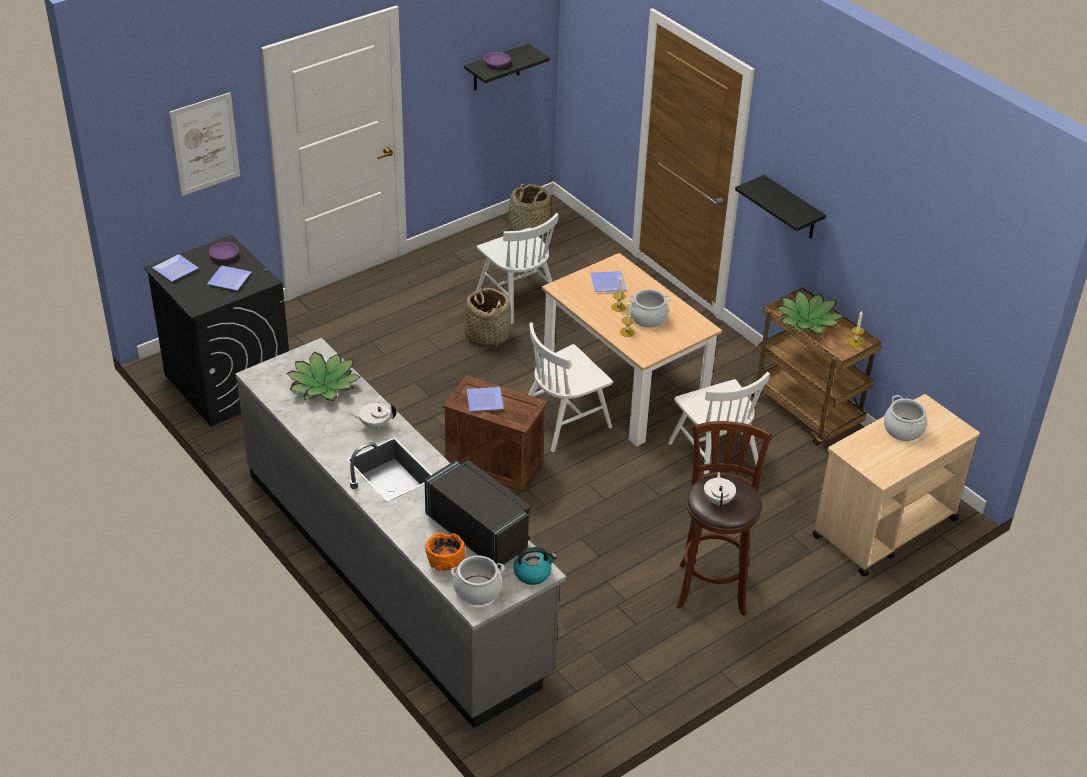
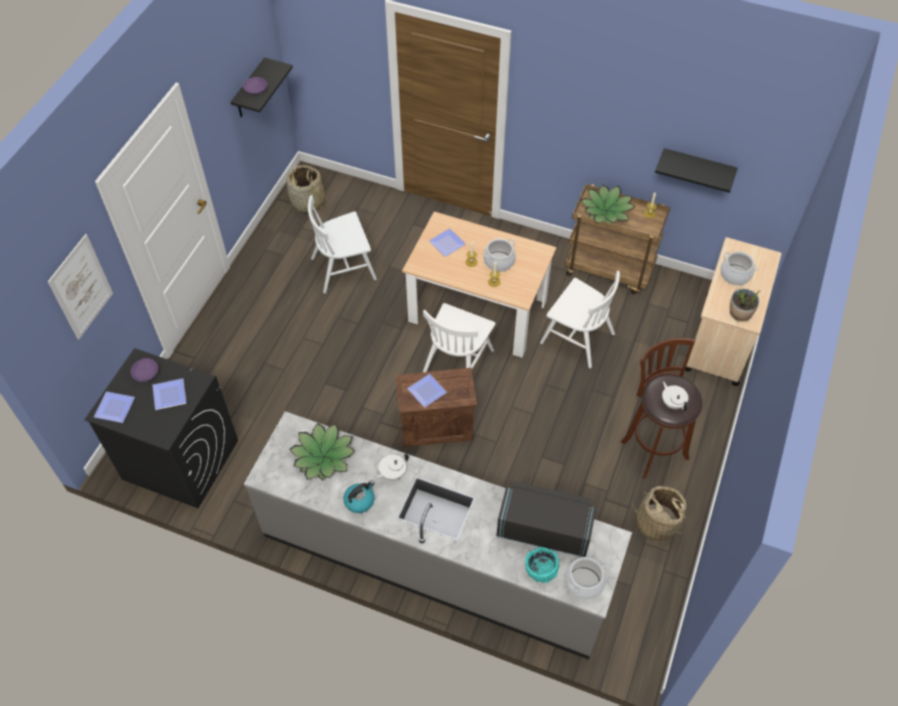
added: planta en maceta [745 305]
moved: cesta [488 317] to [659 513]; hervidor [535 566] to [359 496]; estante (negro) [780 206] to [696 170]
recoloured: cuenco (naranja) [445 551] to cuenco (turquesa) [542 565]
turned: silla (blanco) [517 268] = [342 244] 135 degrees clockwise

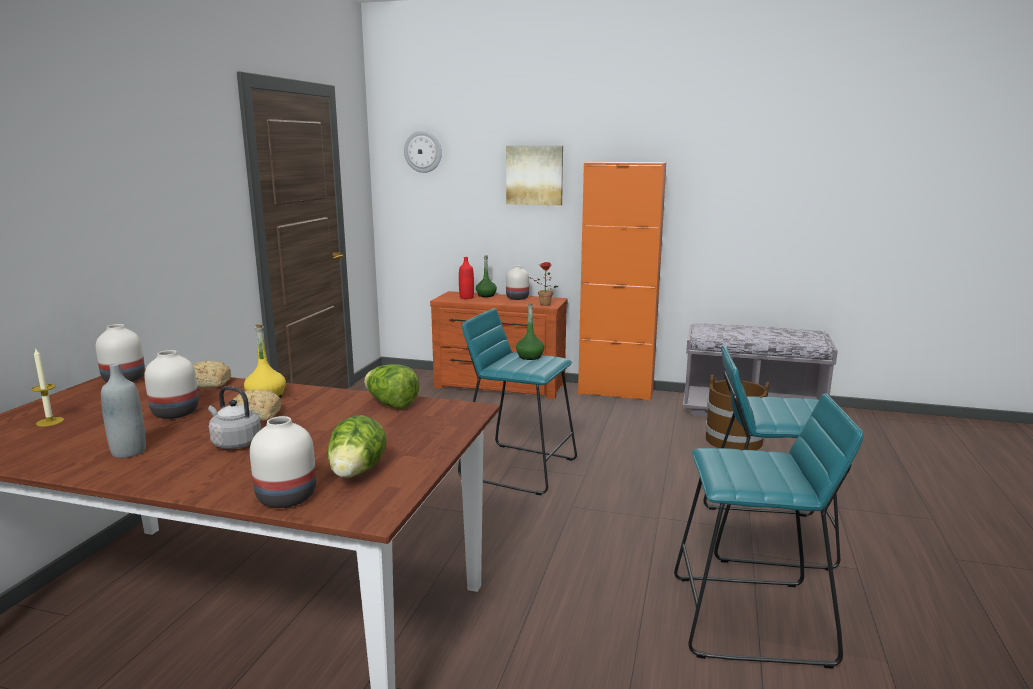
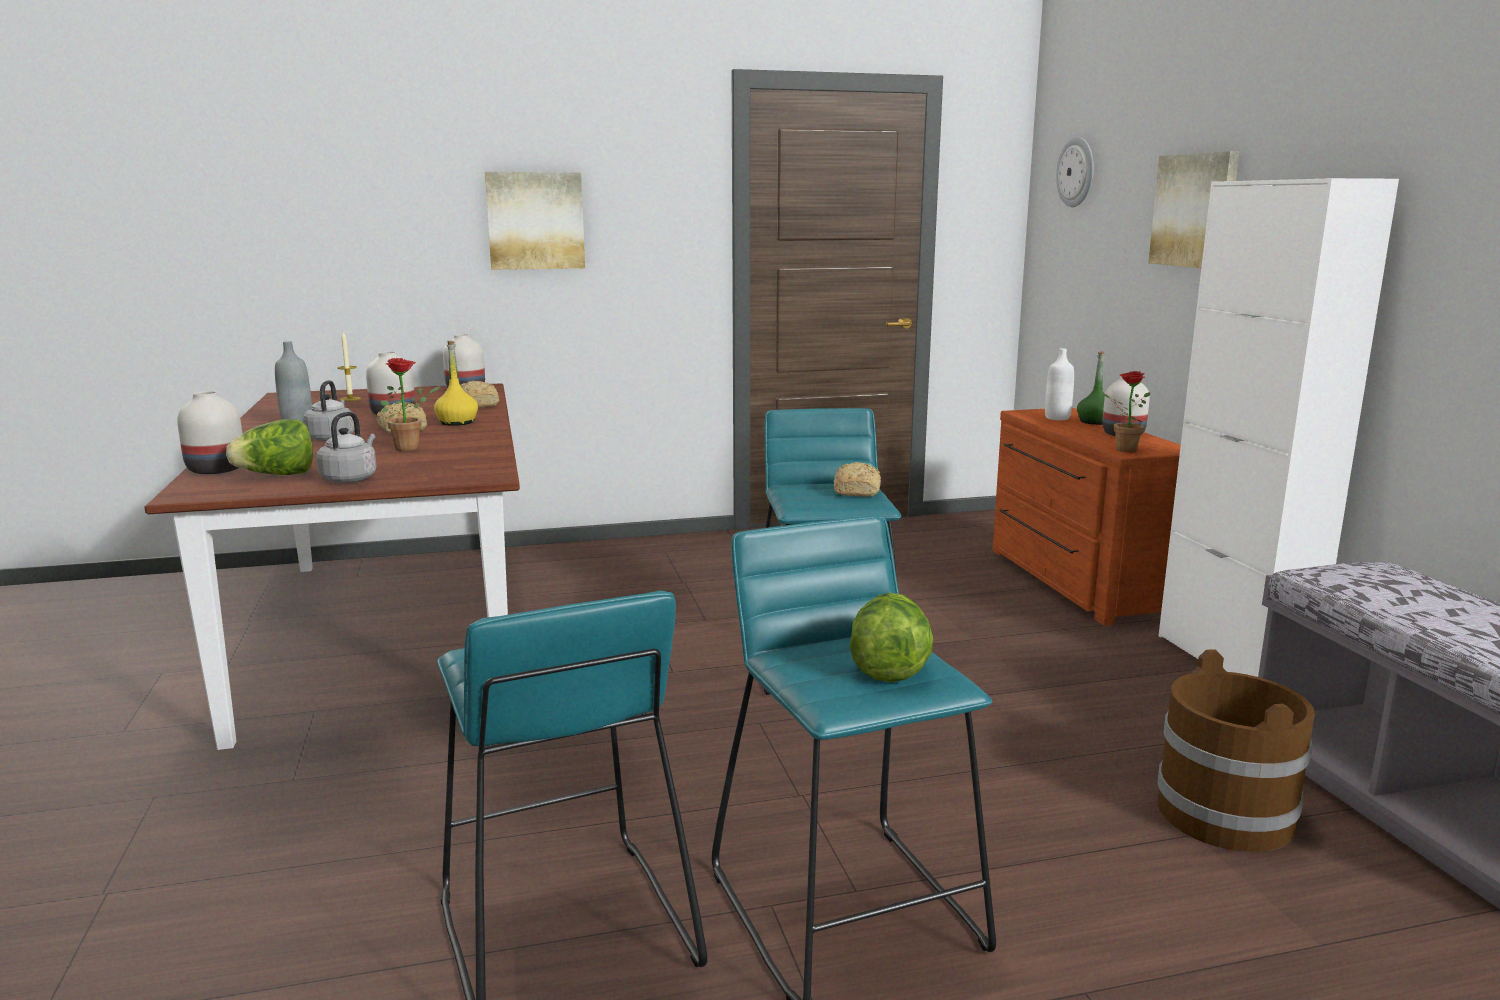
added: hervidor (gris) [346 447]; planta en maceta [411 404]; cuadro [535 221]
moved: lechuga [391 387] to [891 637]
replaced: botella (verde) [530 332] to pan [857 479]
recoloured: botella (rojo) [466 278] to botella (blanco) [1059 384]; armario (naranja) [622 281] to armario (blanco) [1279 427]

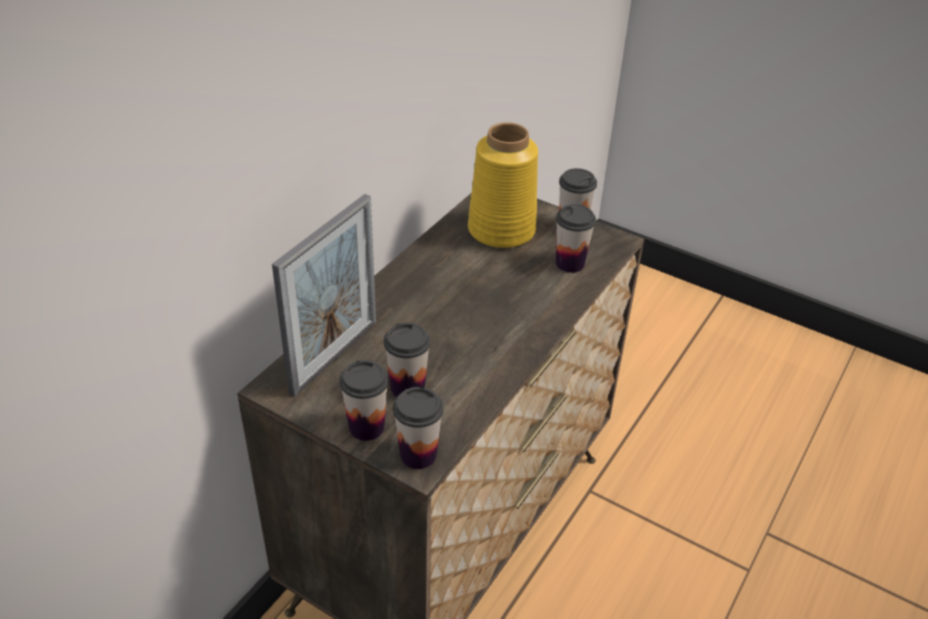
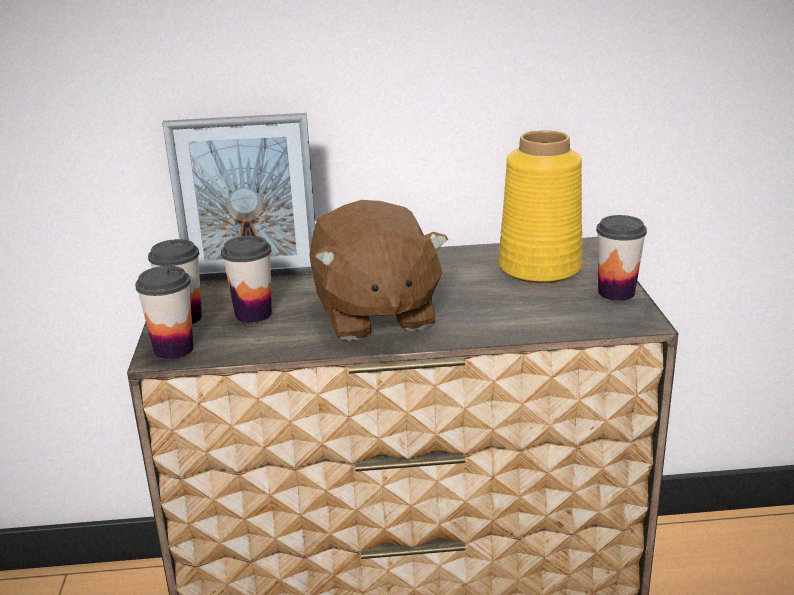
removed: taza [576 238]
added: peluche (marrón) [378 270]

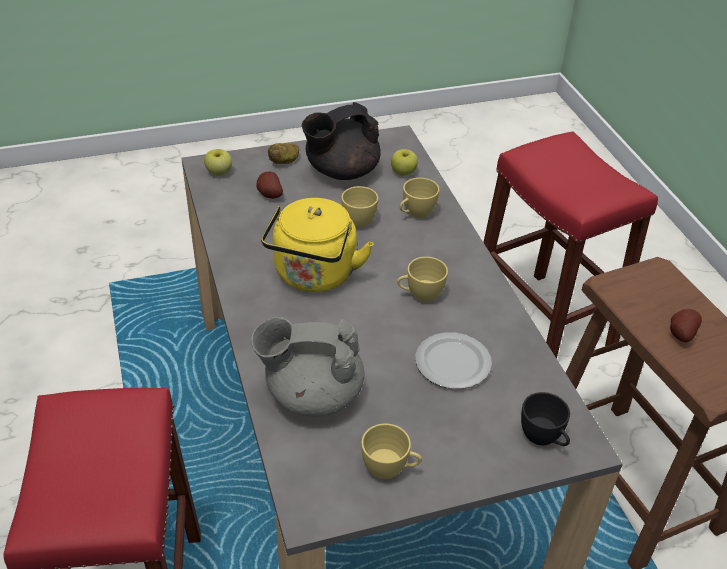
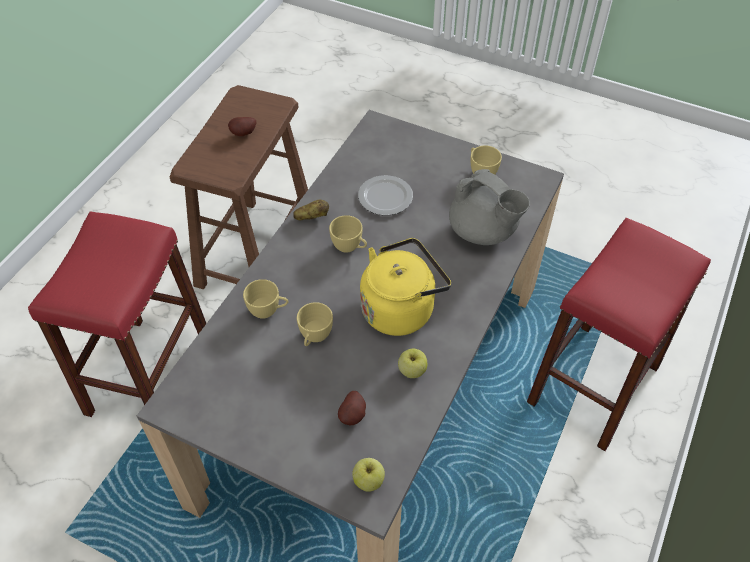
removed: tetera (negro) [341 141]; taza (negro) [545 419]
moved: patata [283 153] to [311 210]; manzana [404 162] to [412 363]

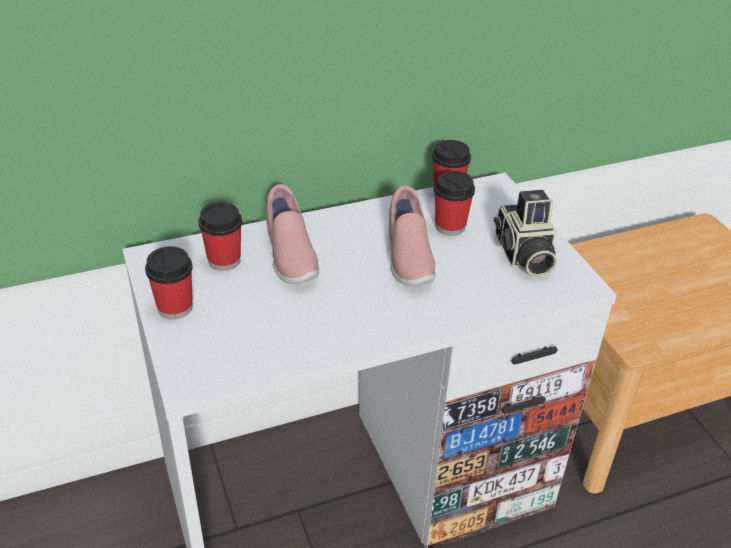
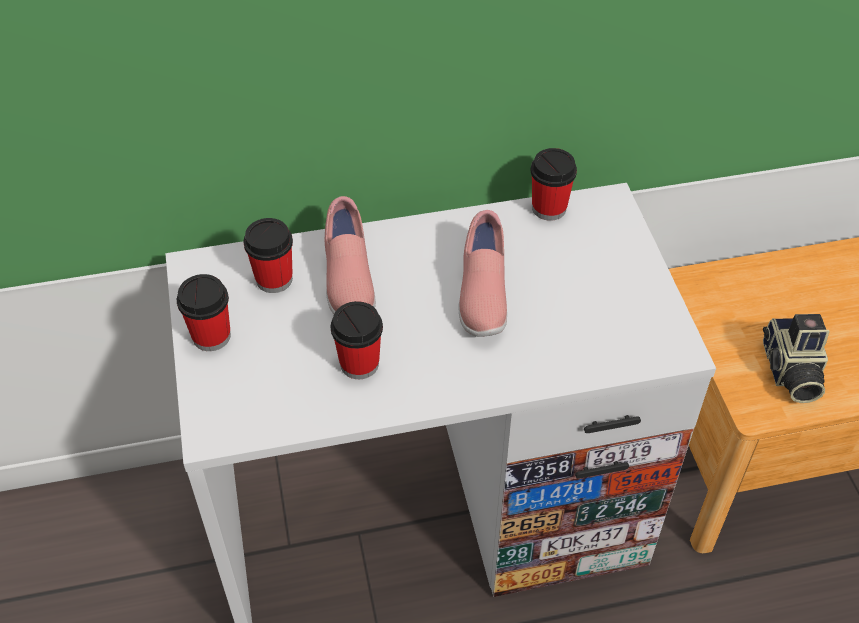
moved: taza [454 203] to [357 340]; cámara [525 233] to [796 358]

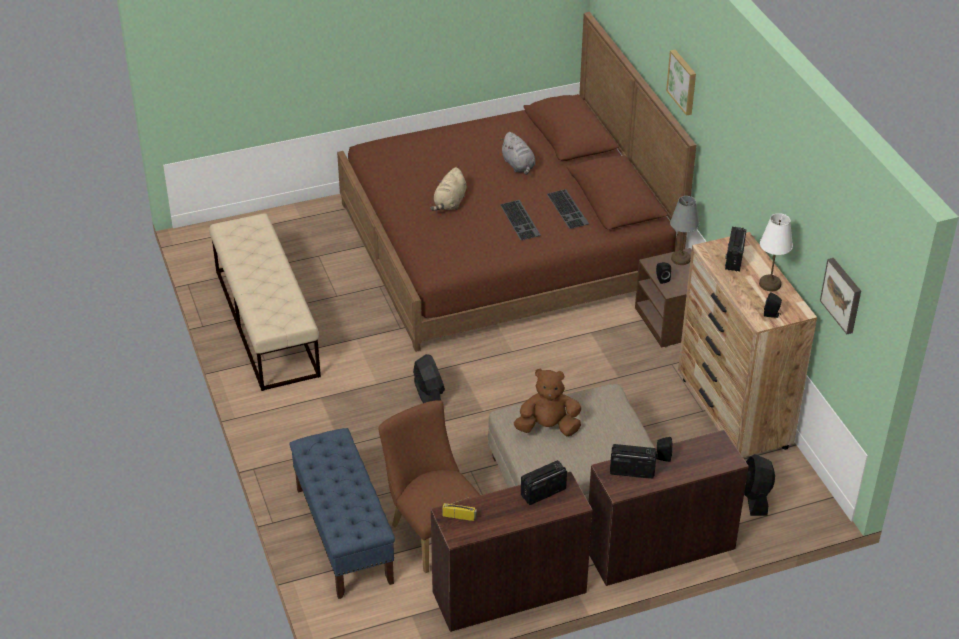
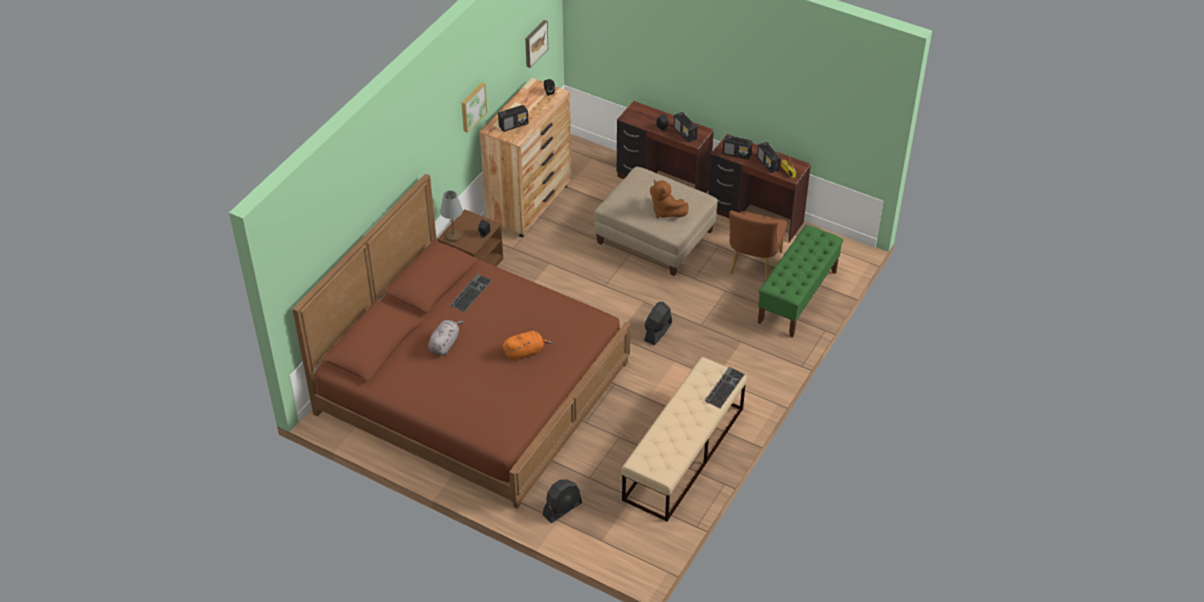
removed: lámpara de mesa (blanco) [776 252]
added: radio [769 157]
moved: teclado [520 220] to [725 388]; cuadro [681 83] to [474 108]; ventilador (negro) [759 485] to [562 501]
recoloured: banco (azul) [342 513] to banco (verde) [800 281]; peluche (beis) [448 189] to peluche (naranja) [528 346]

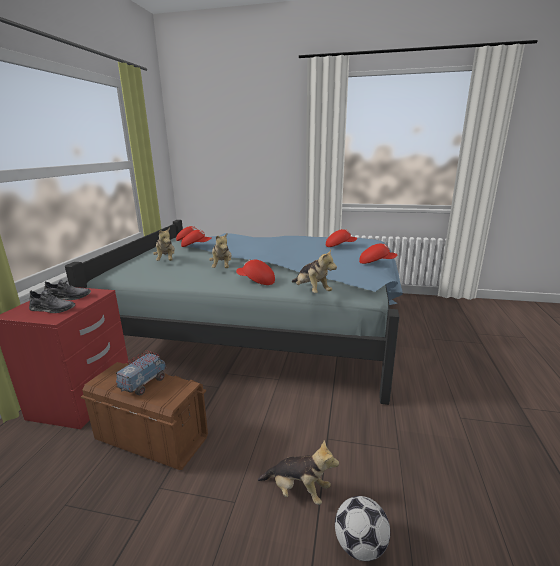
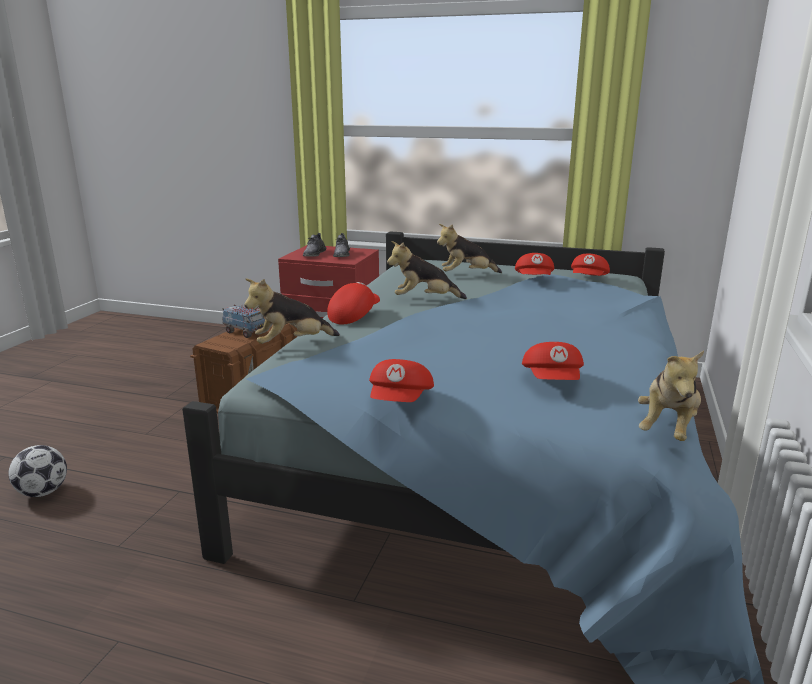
moved: peluche [298 472] to [671 396]

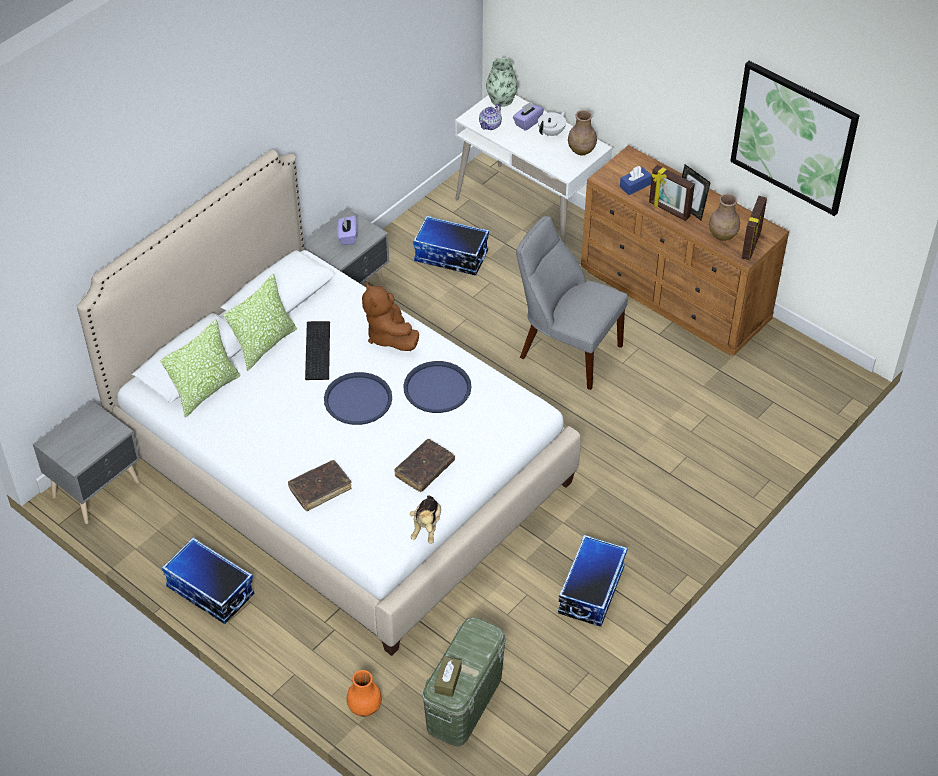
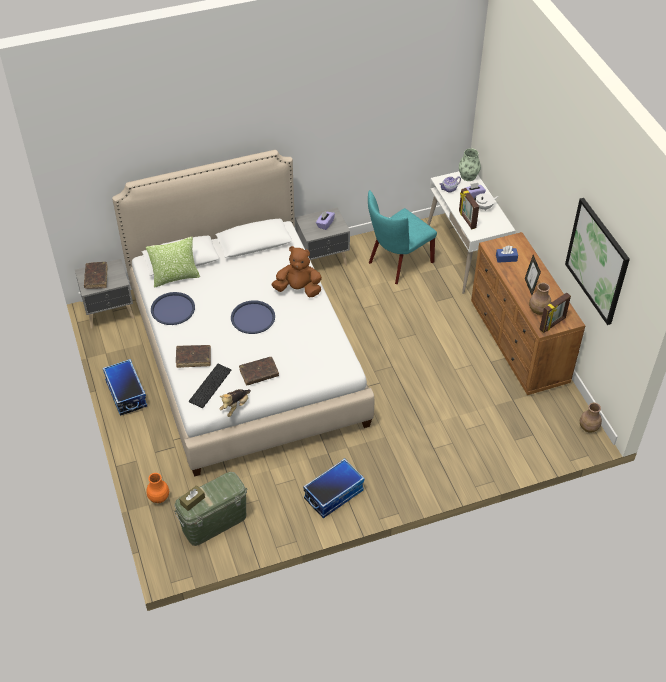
removed: cojín [260 322]; silla (gris) [572 303]
added: libro (marrón) [96 275]
moved: teclado [317 350] to [210 386]; bandeja (azul) [437 387] to [173 308]; florero (marrón) [582 132] to [591 418]; portarretratos [672 193] to [469 208]
replaced: caja de almacenaje [451 246] to silla (turquesa) [402 237]
turned: peluche (marrón) [390 316] = [296 271] 90 degrees clockwise

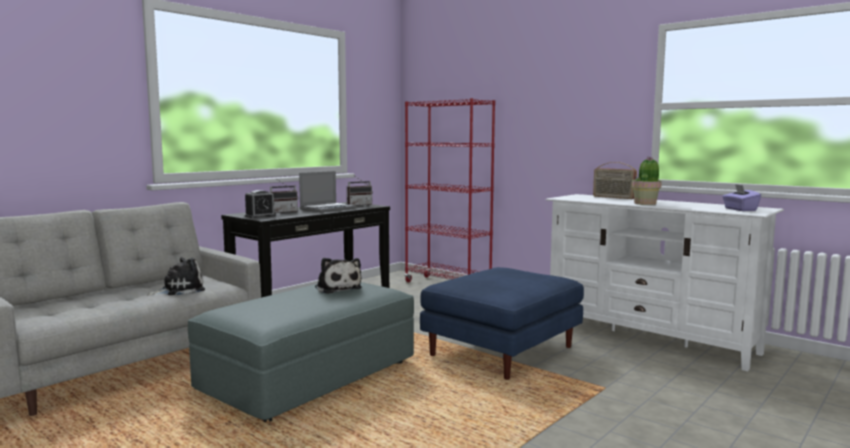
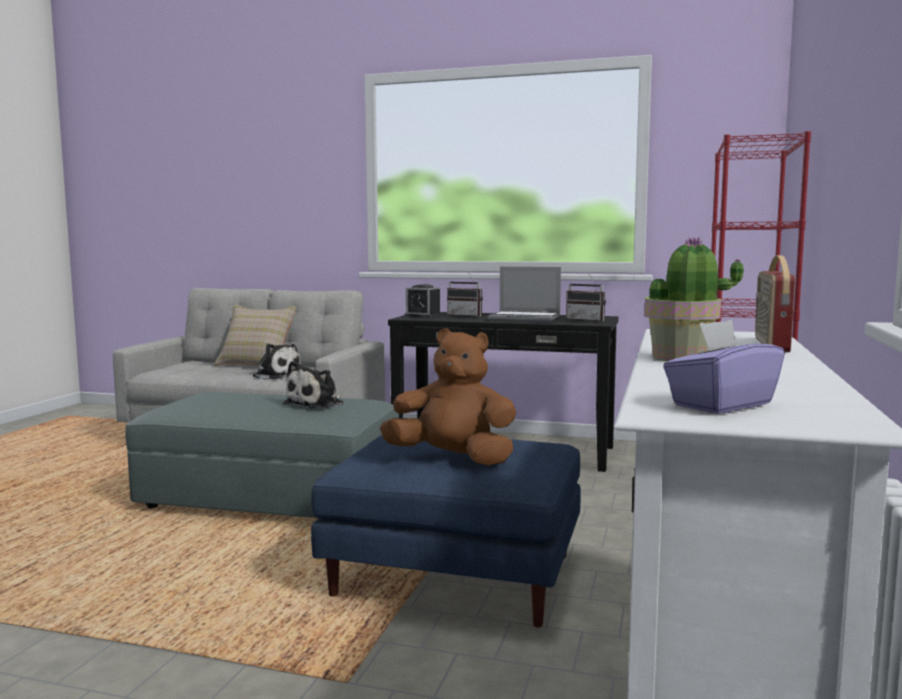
added: cojín (beis) [255 335]; peluche (marrón) [448 396]

